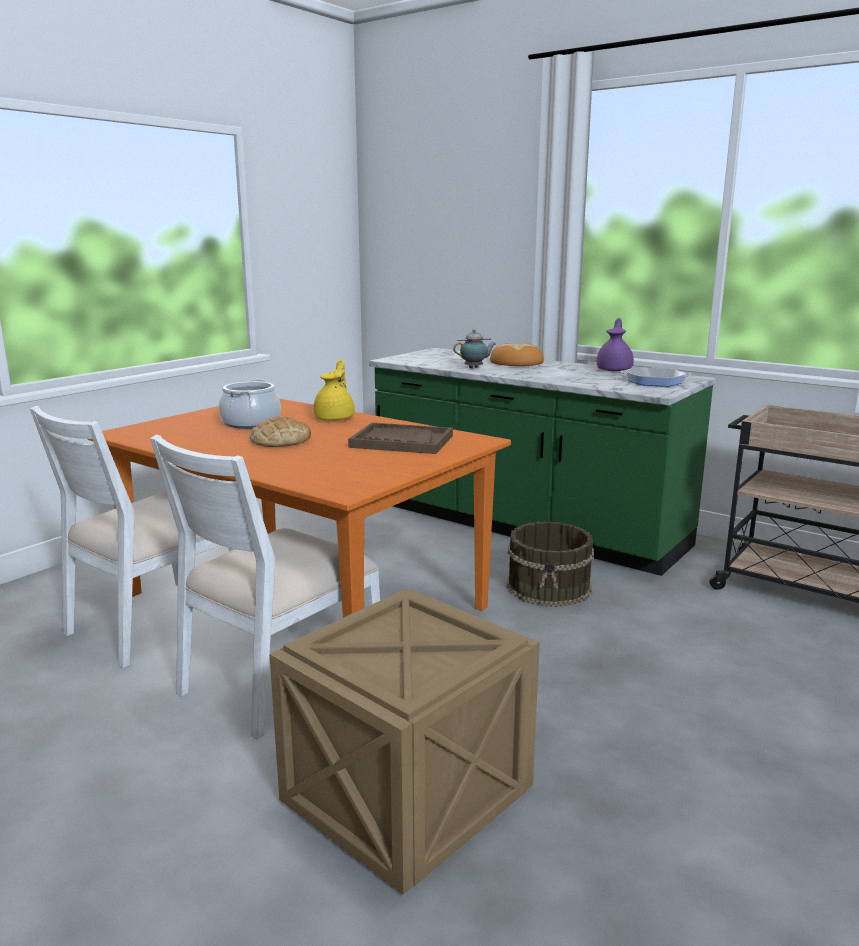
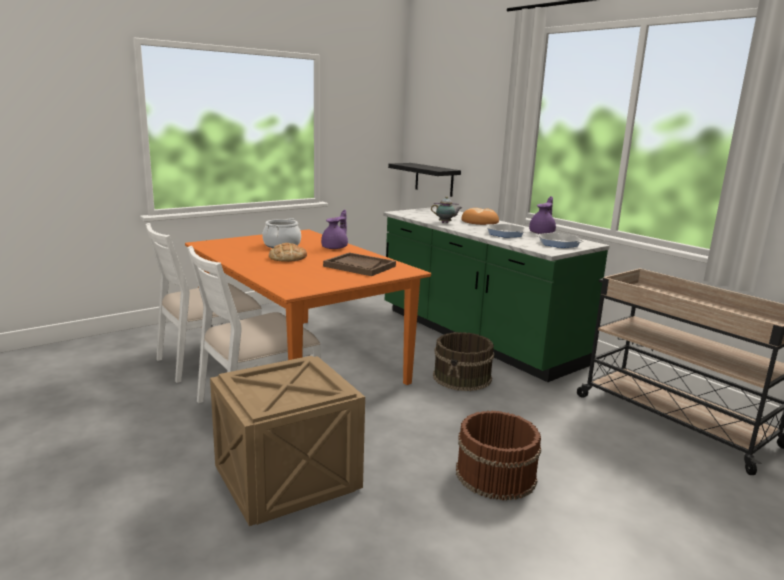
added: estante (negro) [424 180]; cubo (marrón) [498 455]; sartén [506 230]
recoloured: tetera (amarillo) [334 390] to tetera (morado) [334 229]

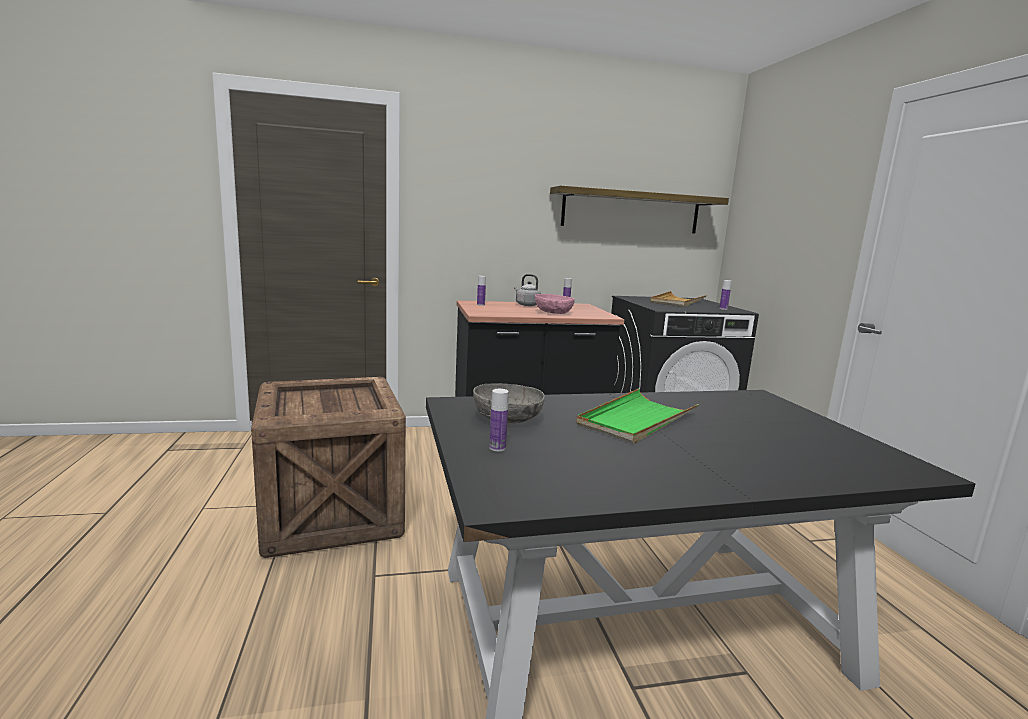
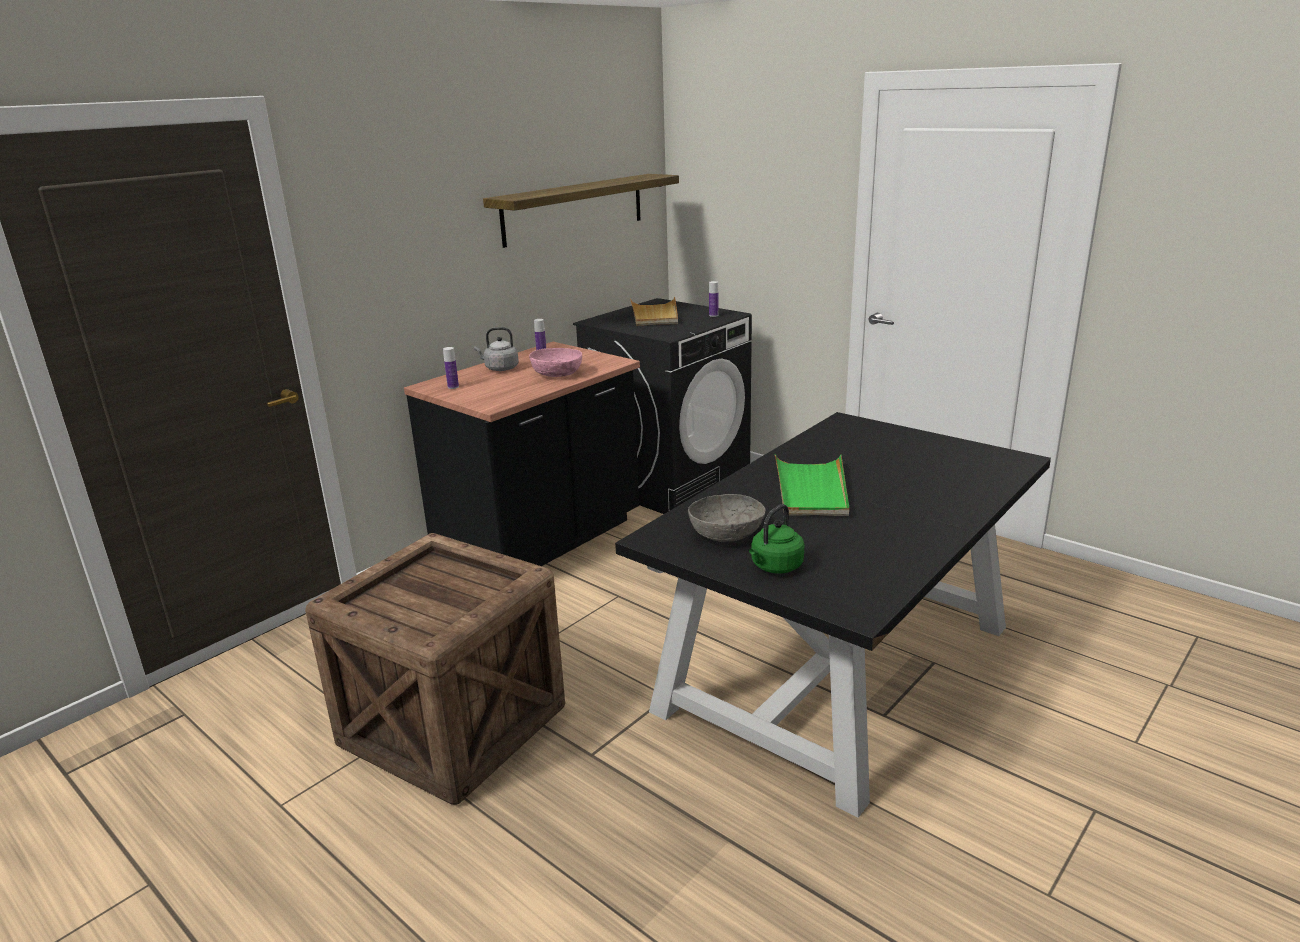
replaced: botella [499 420] to hervidor (verde) [776 539]

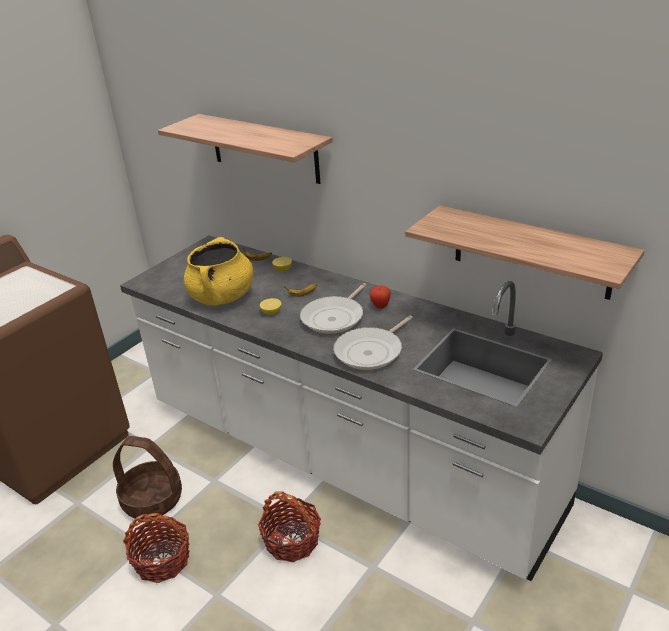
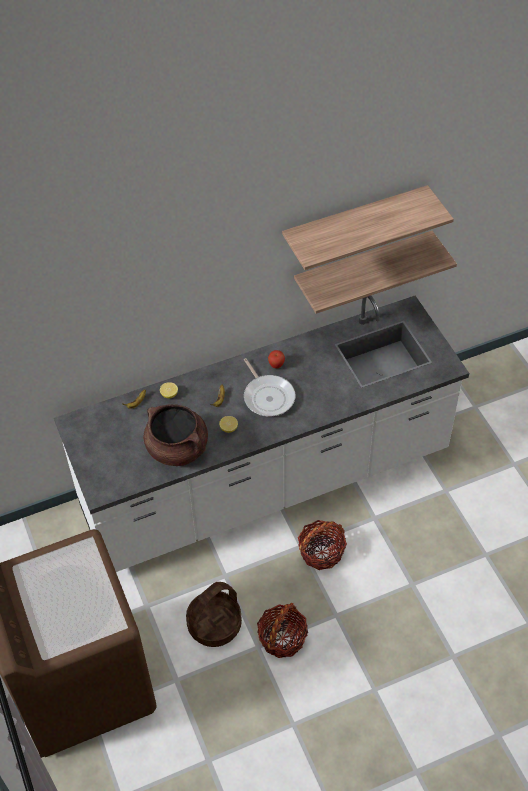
removed: sartén [373 343]
moved: estante [245 149] to [368 227]
recoloured: olla (amarillo) [219 271] to olla (marrón) [175 435]

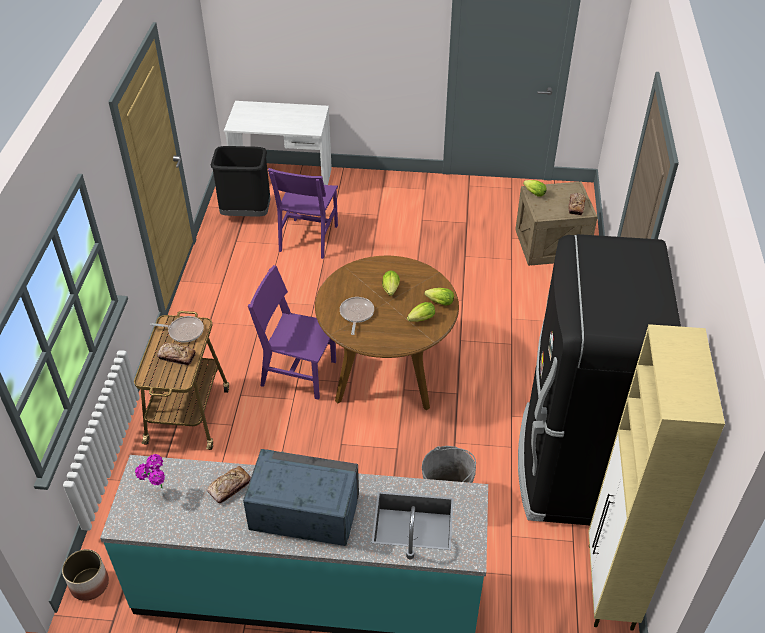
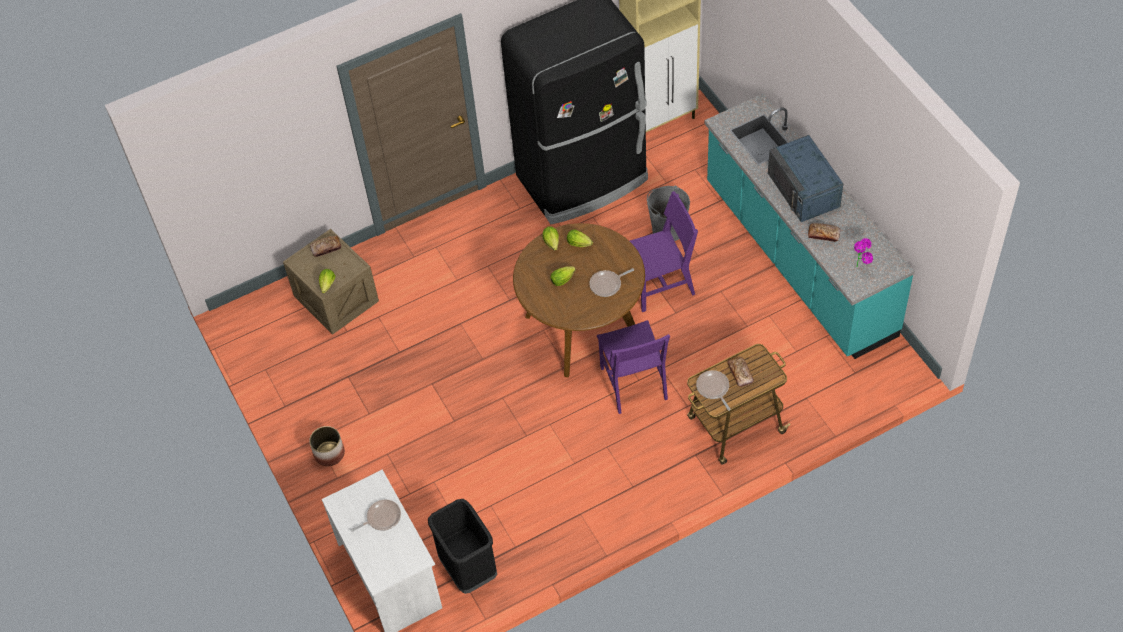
added: sartén [376 516]
moved: maceta [85 575] to [327 446]; silla (morado) [303 213] to [664 251]

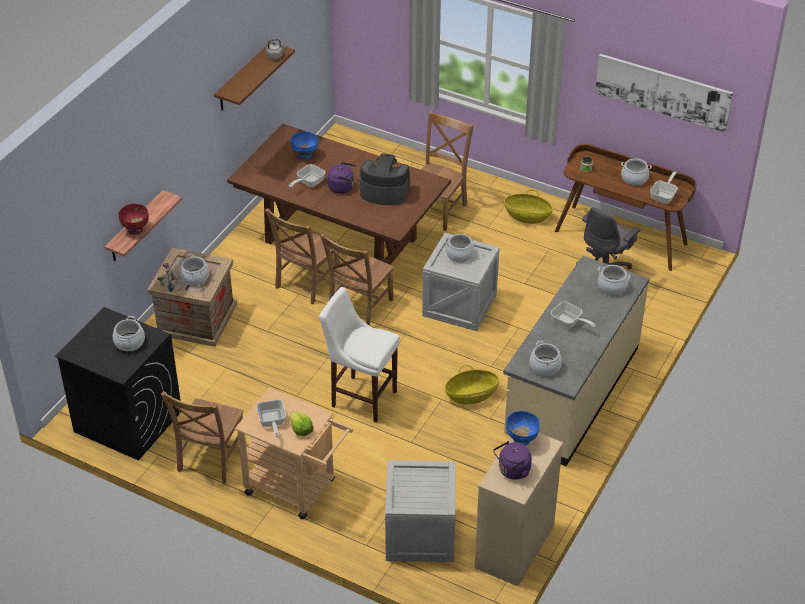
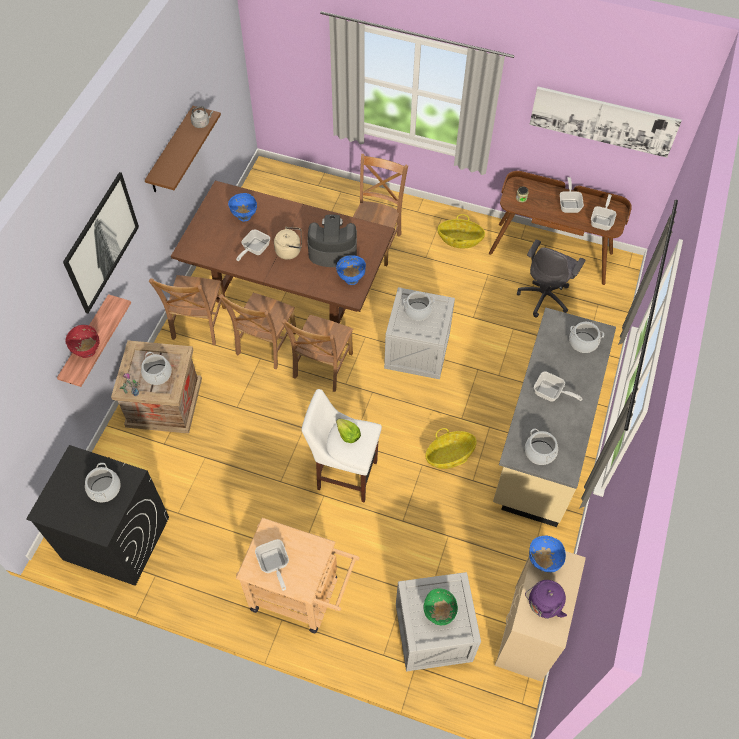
added: cuadro [101 242]; cuenco (azul) [351 270]; cuenco (verde) [441 607]
moved: silla (marrón) [203 437] to [187 310]; lechuga [302 423] to [348 431]
replaced: olla [636 172] to sartén [572 195]
recoloured: hervidor (morado) [342 178] to hervidor (beis) [288 243]

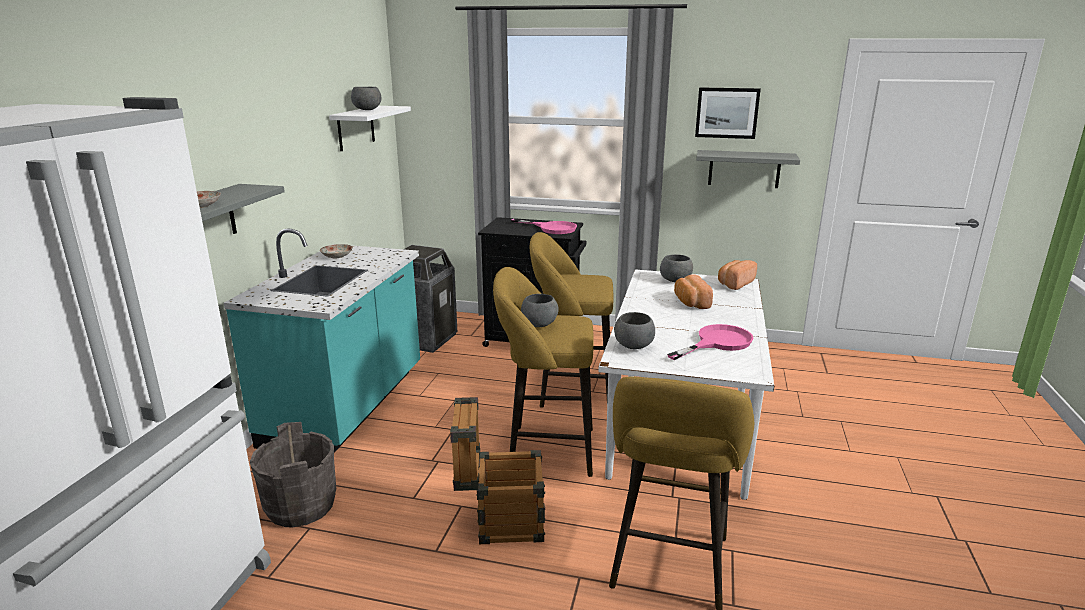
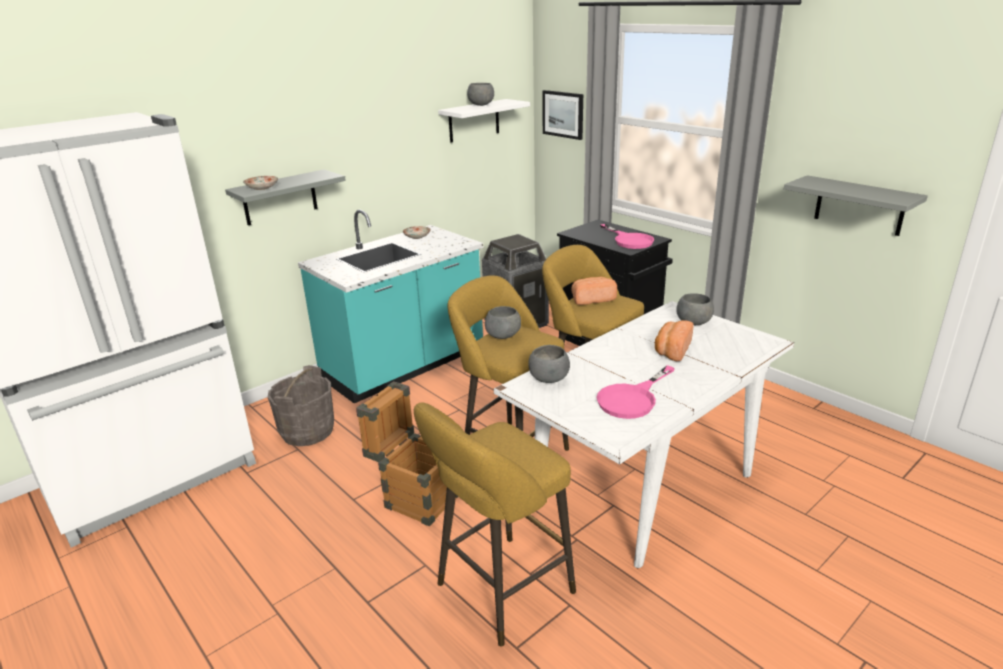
moved: cuadro [728 113] to [562 115]; pan [737 275] to [594 291]
turned: sartén (rosa) [710 342] = [635 392] 135 degrees clockwise

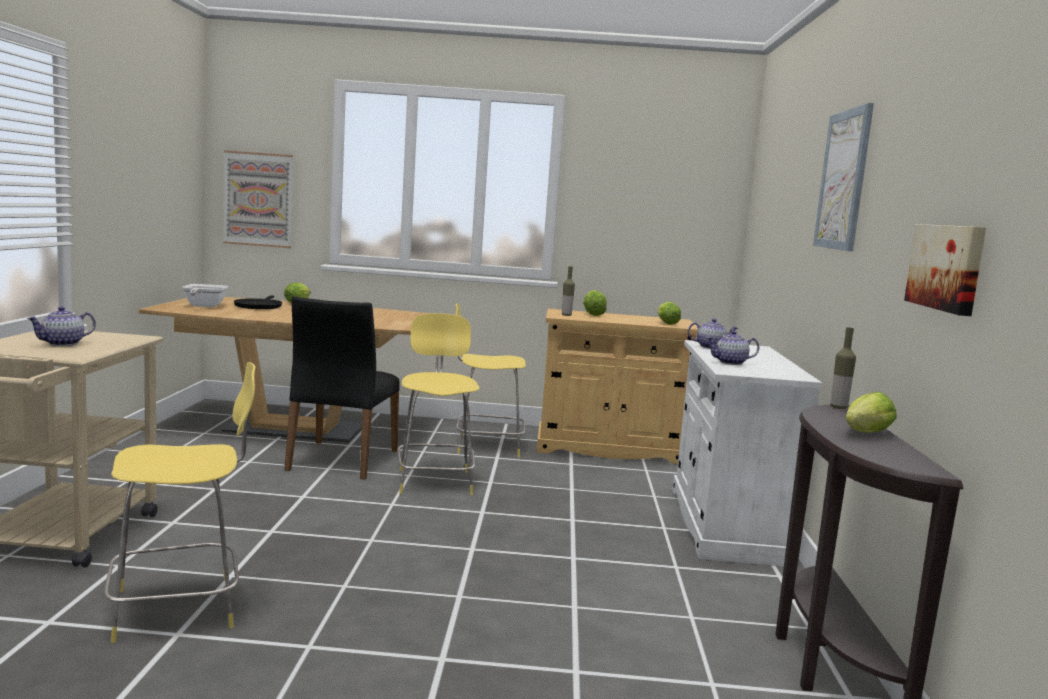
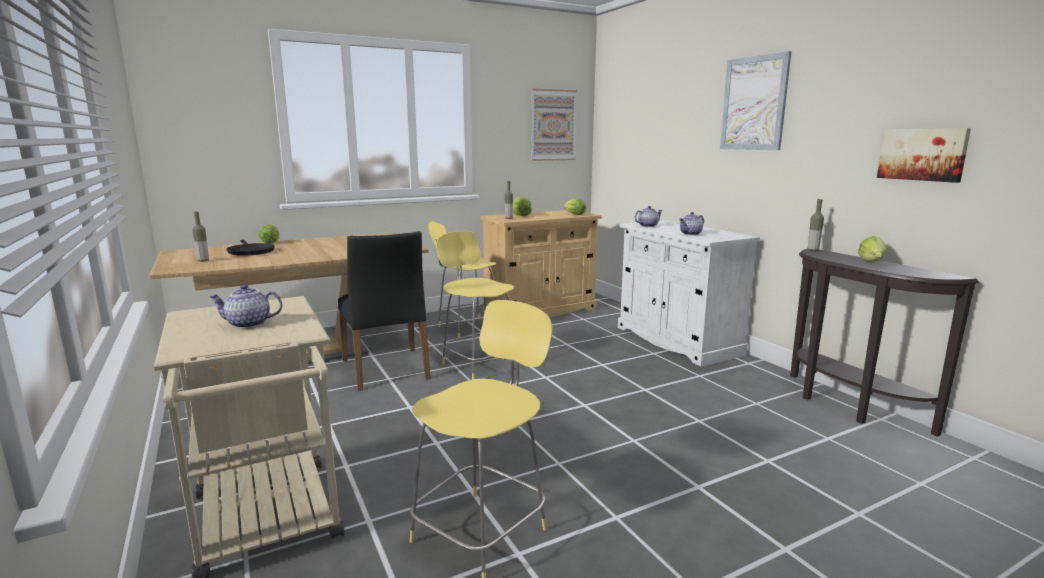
moved: cuadro [258 199] to [554 125]
replaced: sartén [205 295] to botella [200 236]
turned: tetera [61 326] = [245 307] 75 degrees clockwise

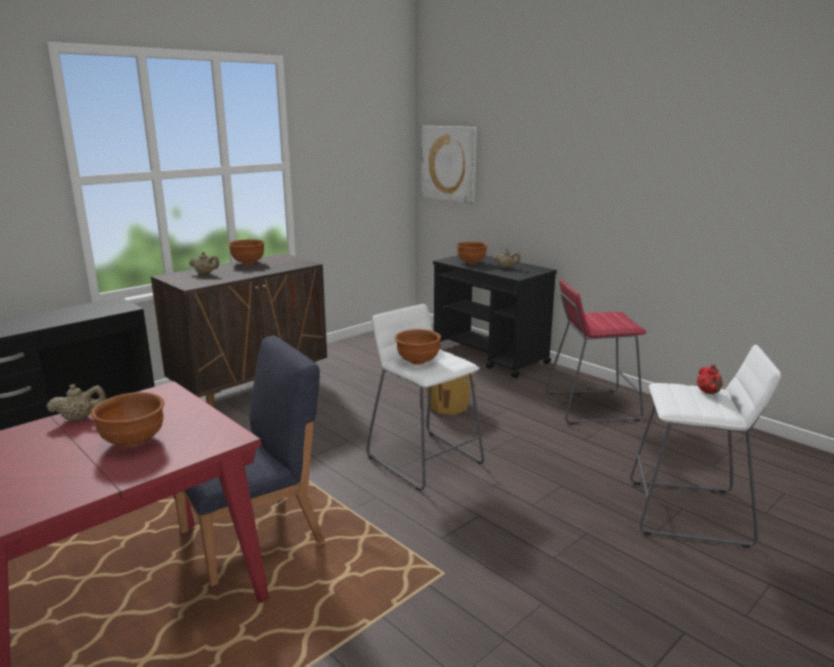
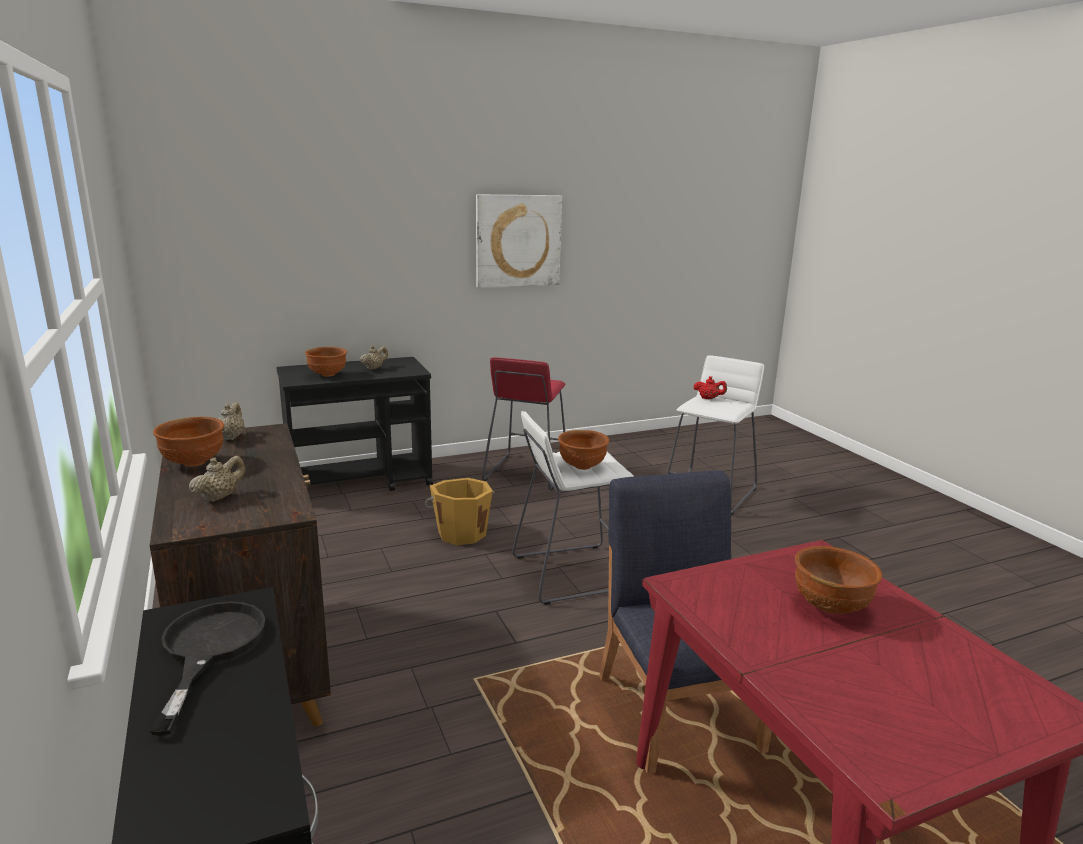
added: sartén (negro) [207 669]
moved: tetera (beis) [76 403] to [231 421]; cuadro [449 165] to [519 241]

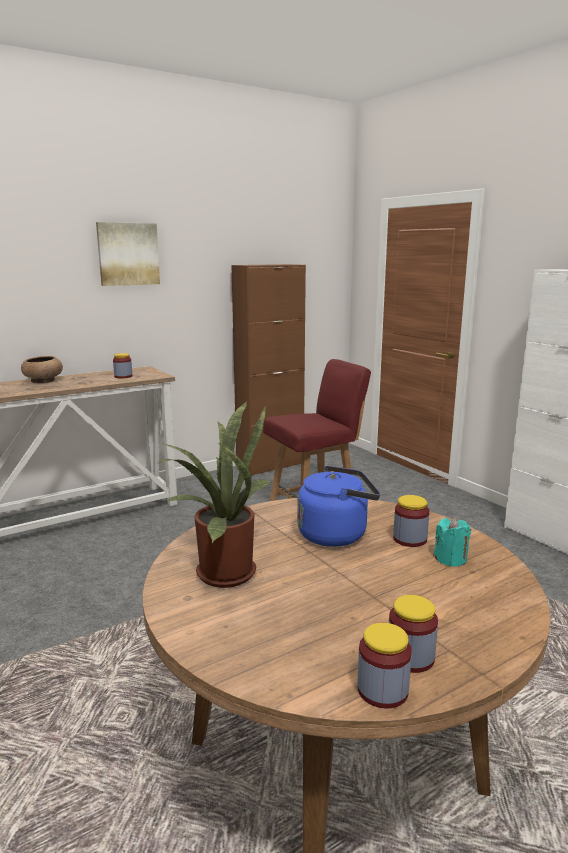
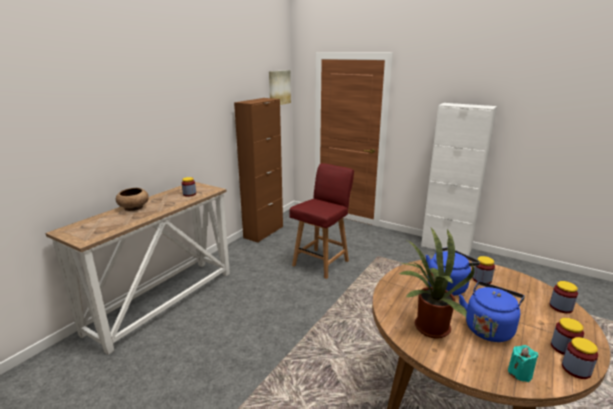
added: hervidor (azul) [492 311]; tarro [564 297]
moved: cuadro [128 254] to [280 87]; vela (turquesa) [452 542] to [523 363]

